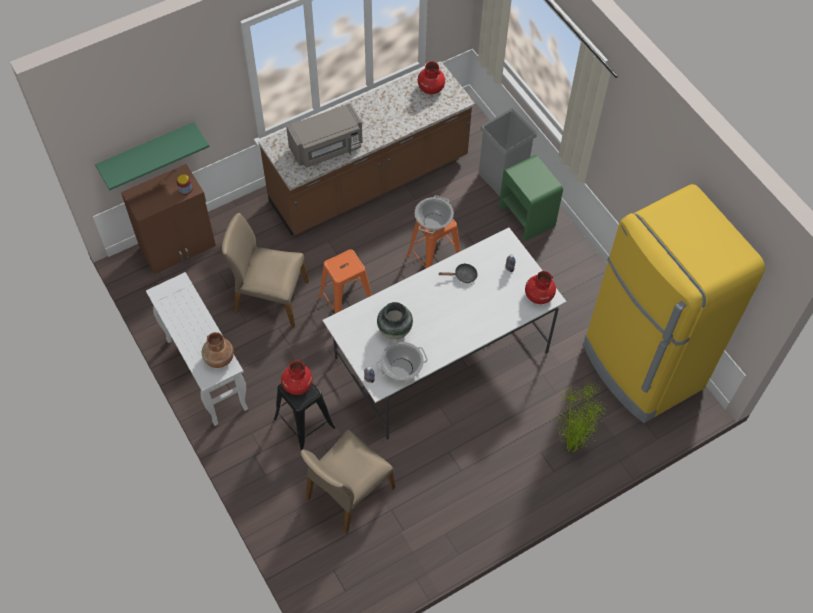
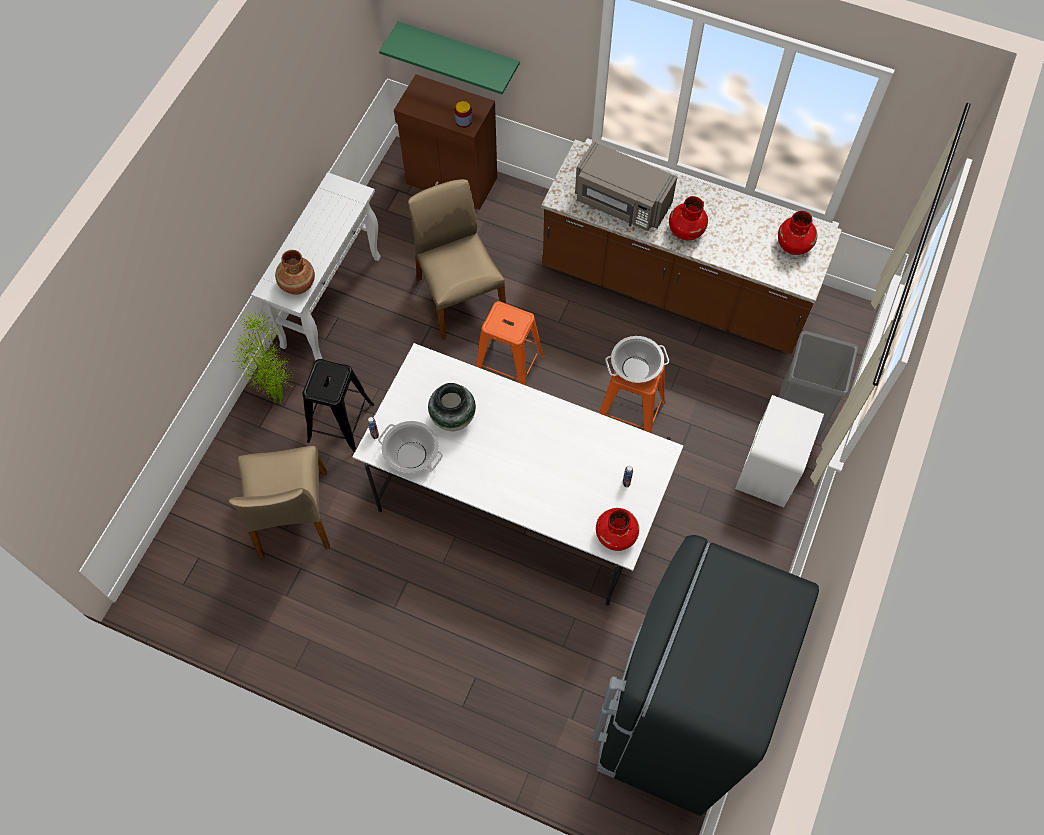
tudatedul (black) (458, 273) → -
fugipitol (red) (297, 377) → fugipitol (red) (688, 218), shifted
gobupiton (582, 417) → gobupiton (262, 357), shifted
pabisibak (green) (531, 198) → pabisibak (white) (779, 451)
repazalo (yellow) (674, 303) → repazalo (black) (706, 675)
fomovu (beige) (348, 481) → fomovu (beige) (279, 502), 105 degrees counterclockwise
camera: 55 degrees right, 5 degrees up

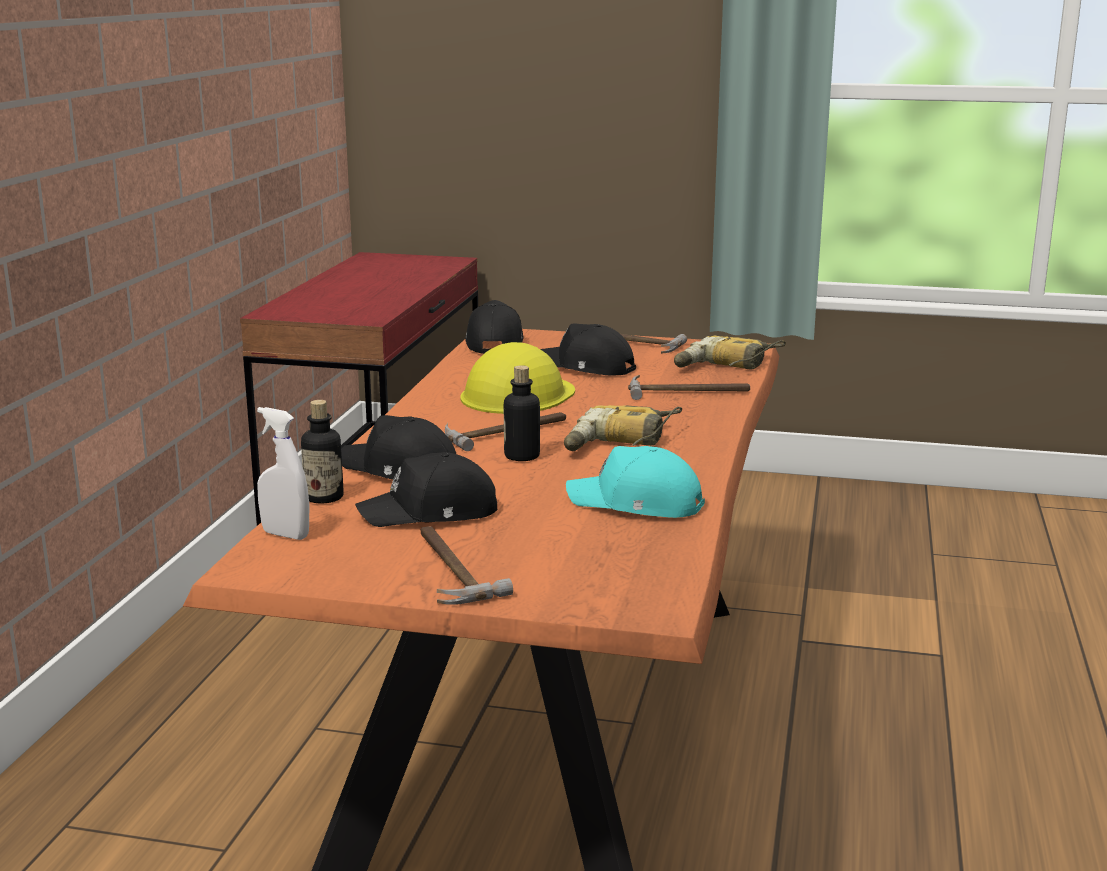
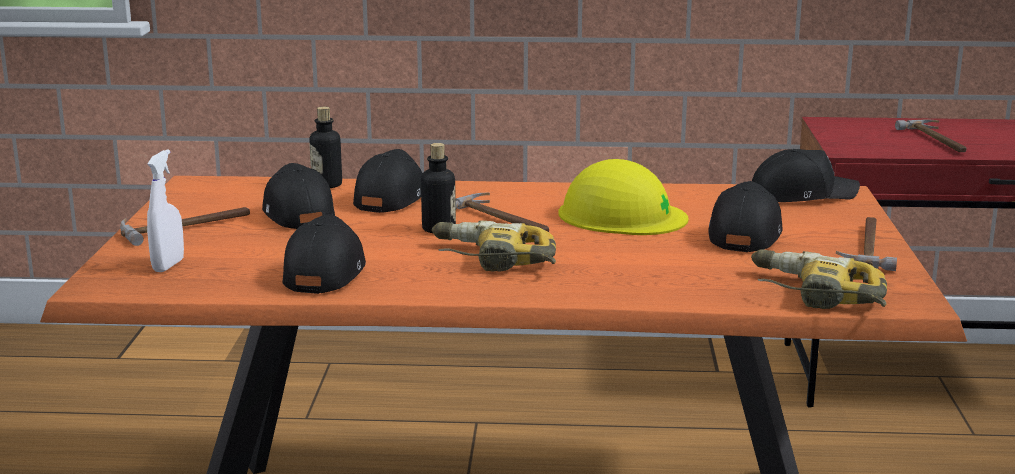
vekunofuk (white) (283, 473) → vekunofuk (white) (165, 210), shifted
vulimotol (689, 387) → vulimotol (931, 136), shifted
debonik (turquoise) (635, 482) → debonik (black) (324, 254)
camera: 80 degrees right, 0 degrees up

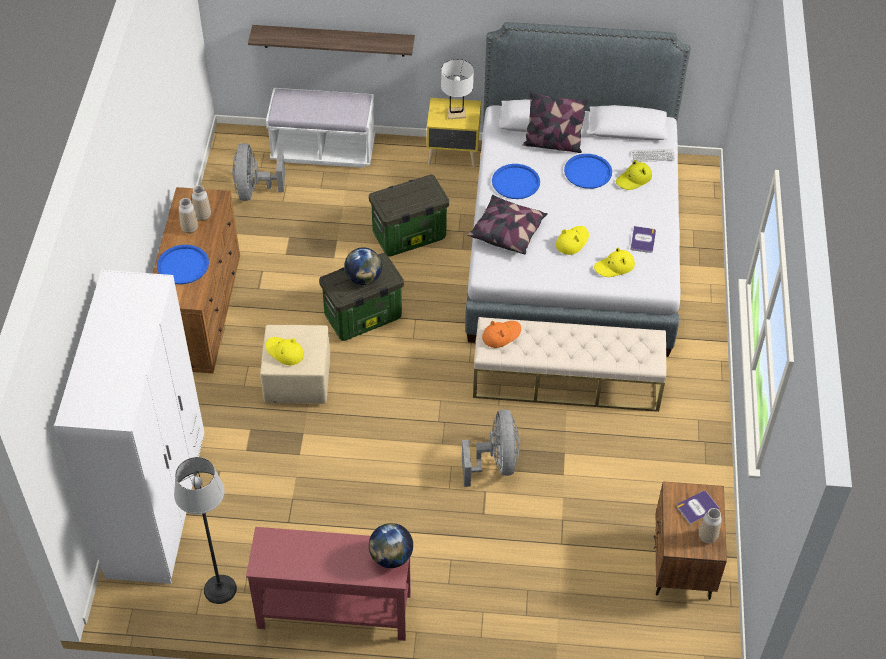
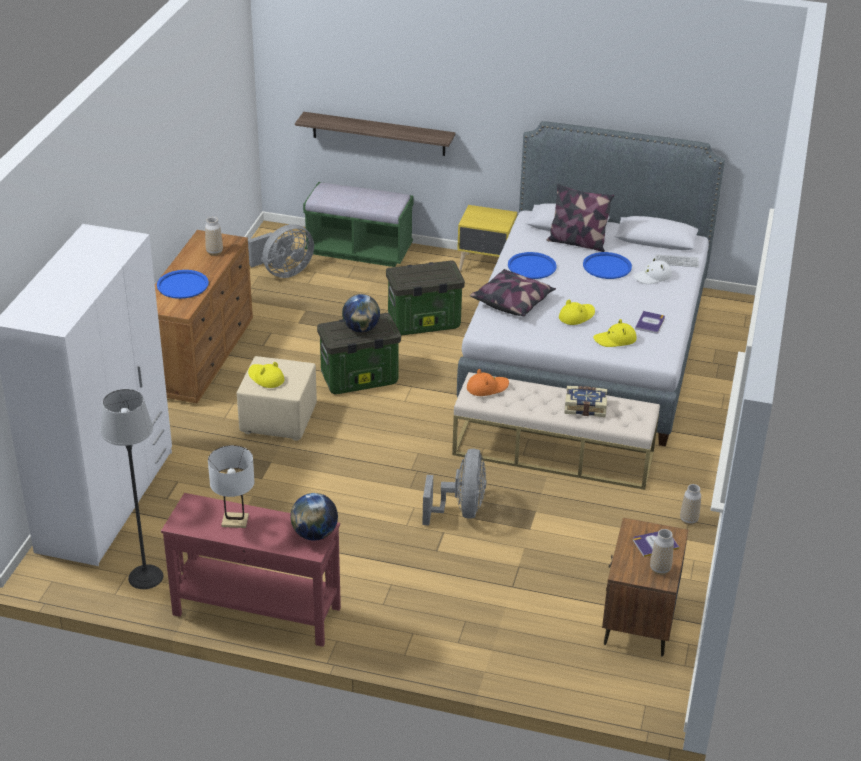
- → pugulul (585, 401)
fugipitol (188, 216) → fugipitol (690, 504), shifted
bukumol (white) (457, 89) → bukumol (white) (231, 486), shifted
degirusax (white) (321, 128) → degirusax (green) (358, 224)
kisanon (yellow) (634, 175) → kisanon (white) (652, 270)
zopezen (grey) (258, 172) → zopezen (grey) (281, 251), 135 degrees counterclockwise
camera: 10 degrees right, 15 degrees down

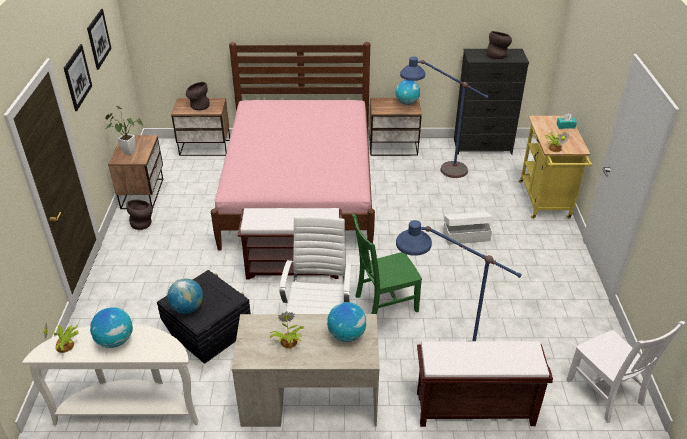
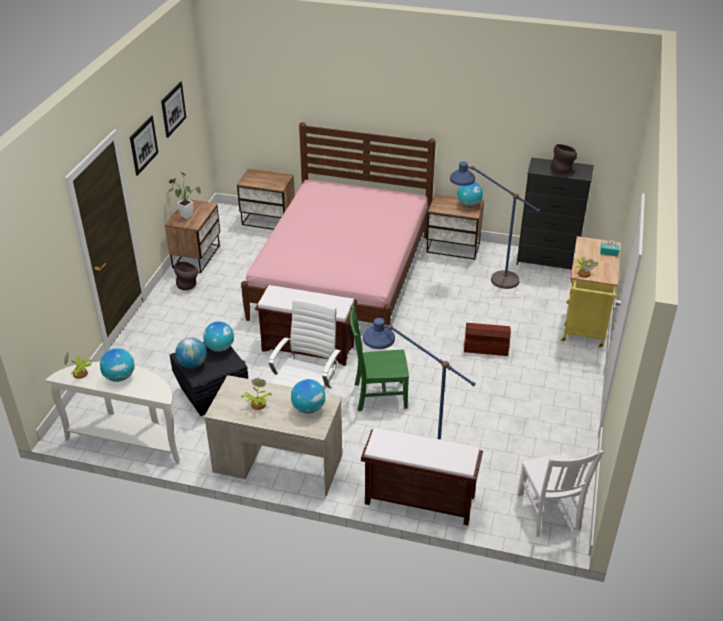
fugipitol (brown) (198, 96) → -
- → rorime (218, 336)
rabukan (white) (468, 228) → rabukan (brown) (487, 339)
camera: 15 degrees right, 0 degrees up

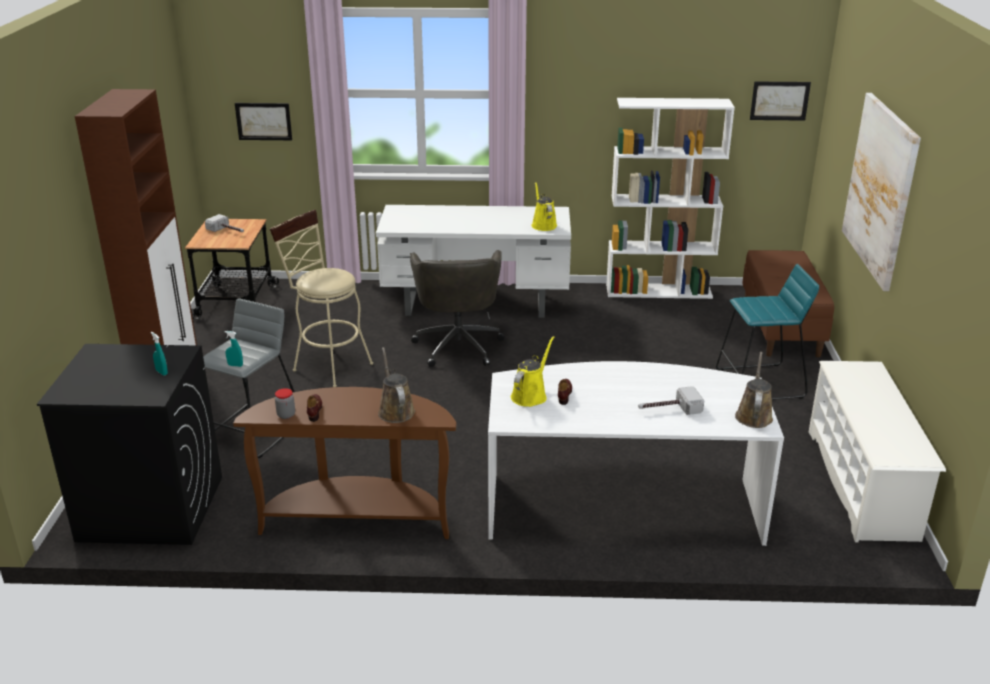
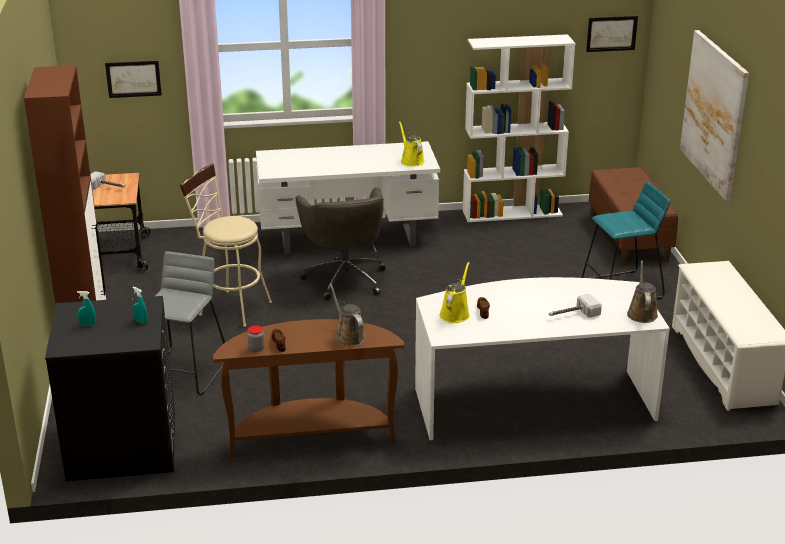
vekunofuk (turquoise) (233, 349) → vekunofuk (turquoise) (86, 308), shifted
camera: 10 degrees left, 0 degrees up

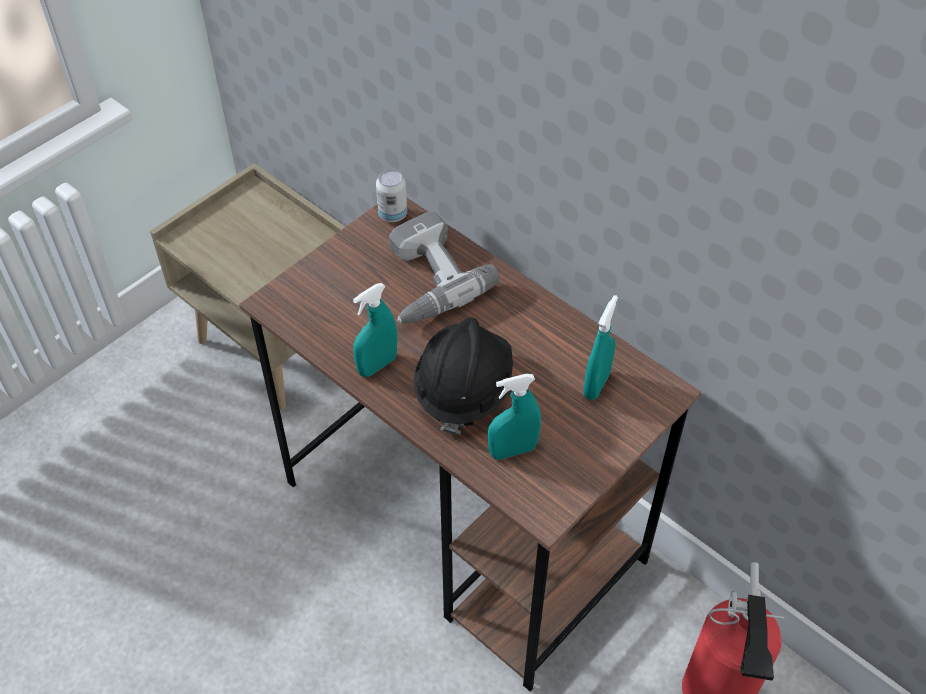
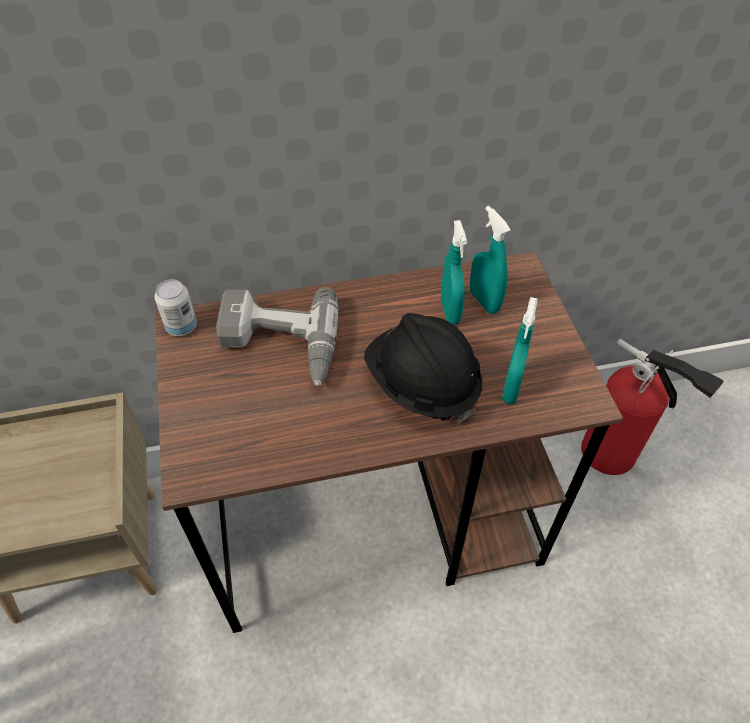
vekunofuk (turquoise) (375, 330) → vekunofuk (turquoise) (454, 272), shifted
camera: 55 degrees left, 0 degrees up

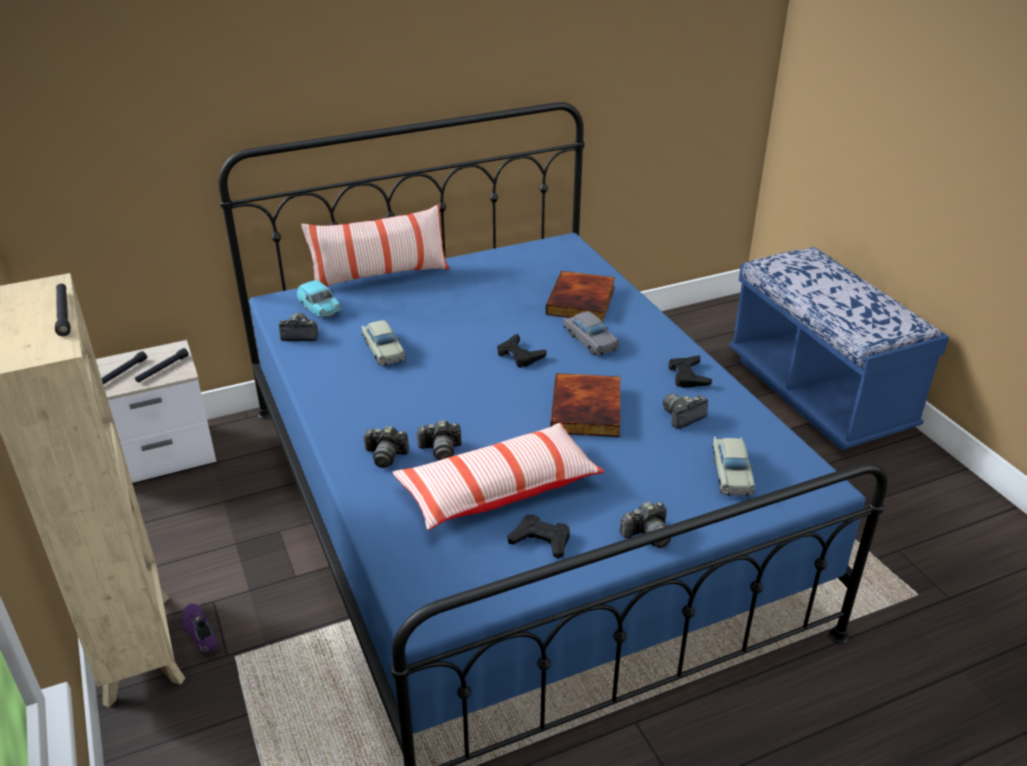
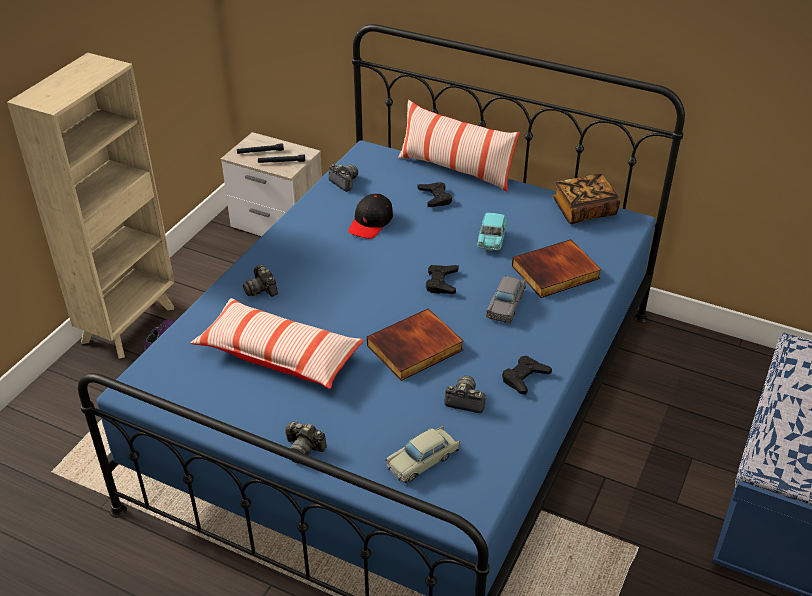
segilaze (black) (63, 310) → -
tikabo (439, 440) → -
- → pugulul (586, 199)
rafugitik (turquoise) (319, 298) → rafugitik (turquoise) (492, 232), shifted
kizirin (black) (539, 537) → kizirin (black) (435, 194), shifted
rafugitik (beige) (384, 342) → debonik (black) (370, 216)
camera: 50 degrees right, 5 degrees up

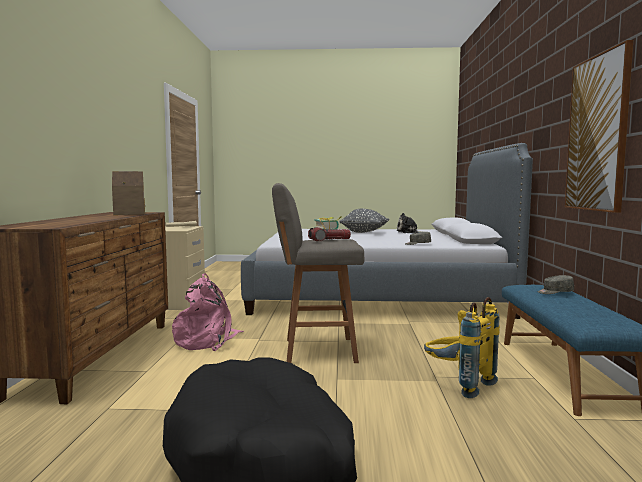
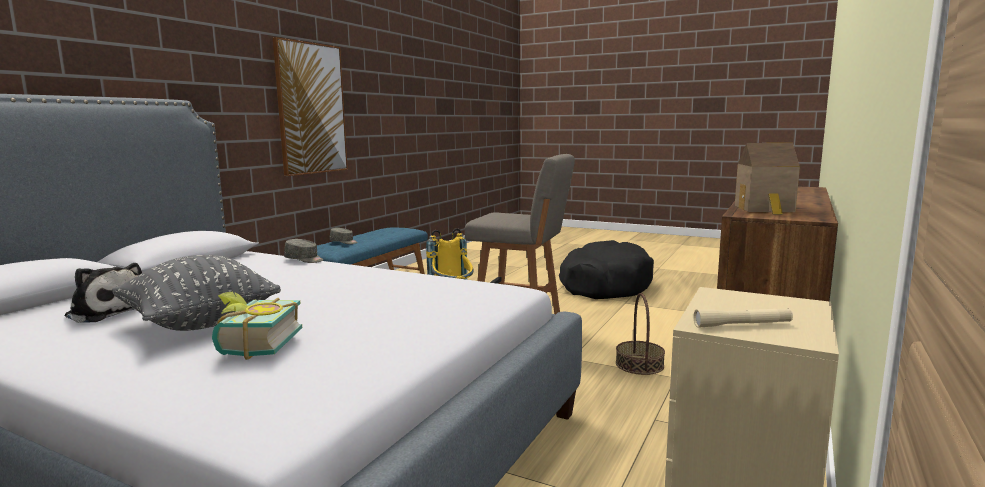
segilaze (329, 234) → -
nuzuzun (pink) (208, 312) → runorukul (640, 334)
camera: 155 degrees left, 5 degrees up

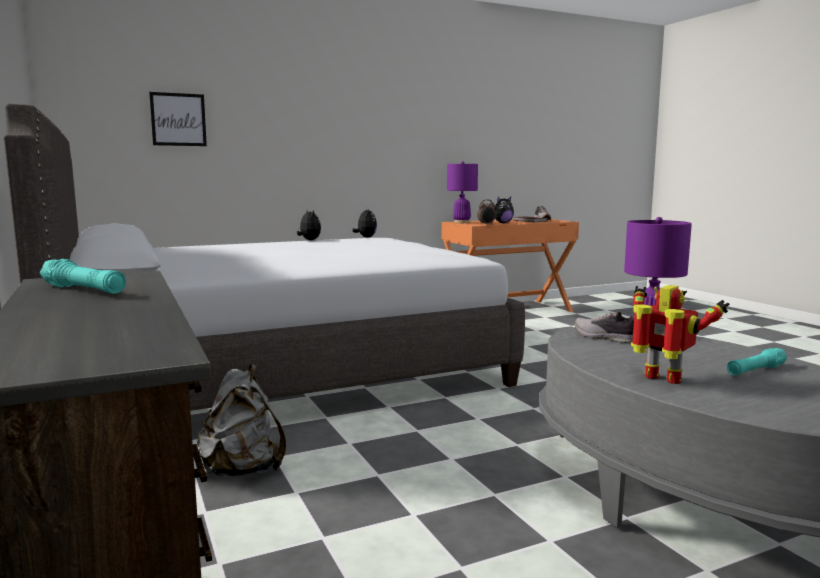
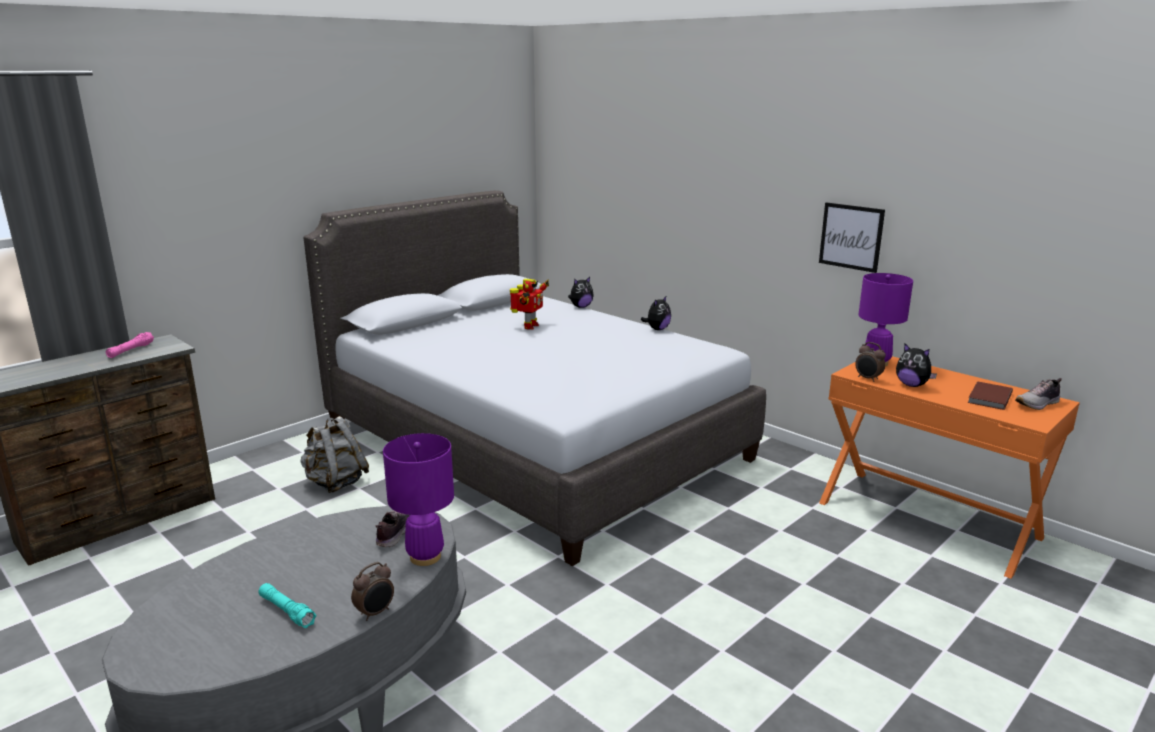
- → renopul (372, 591)
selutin (178, 119) → selutin (852, 237), shifted
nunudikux (364, 222) → nunudikux (581, 292), shifted
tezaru (680, 334) → tezaru (529, 304), shifted
segilaze (turquoise) (83, 276) → segilaze (pink) (130, 345)
camera: 70 degrees right, 10 degrees up

